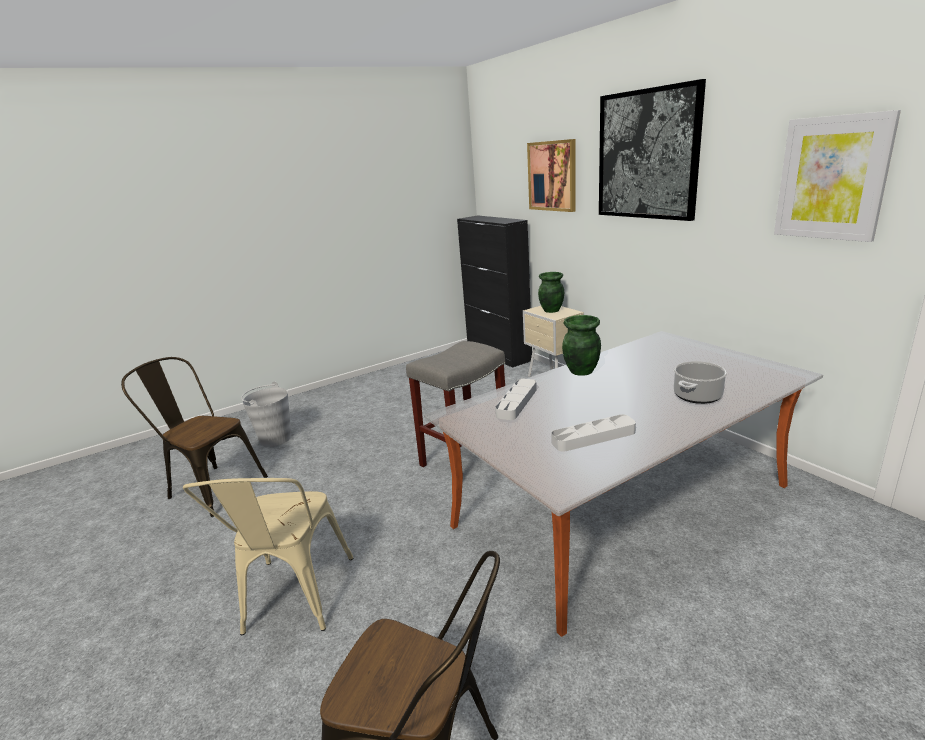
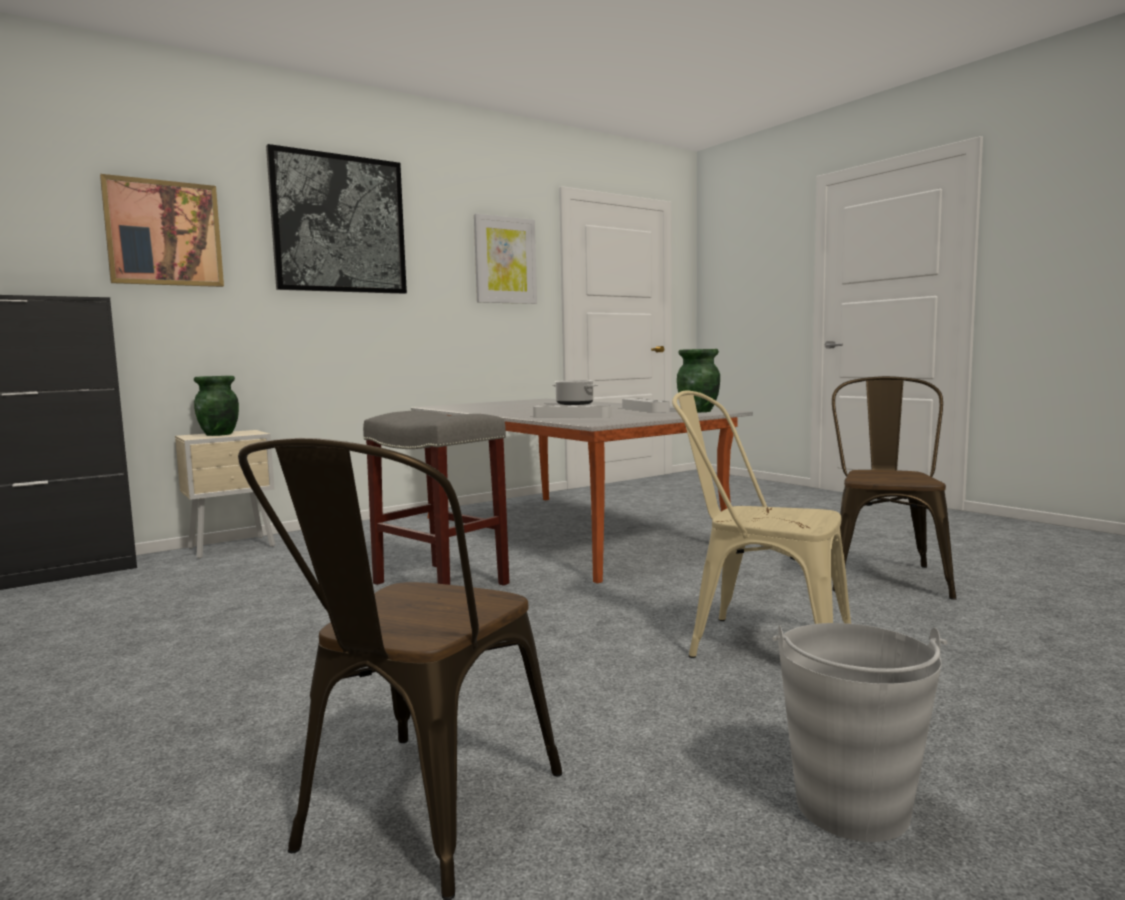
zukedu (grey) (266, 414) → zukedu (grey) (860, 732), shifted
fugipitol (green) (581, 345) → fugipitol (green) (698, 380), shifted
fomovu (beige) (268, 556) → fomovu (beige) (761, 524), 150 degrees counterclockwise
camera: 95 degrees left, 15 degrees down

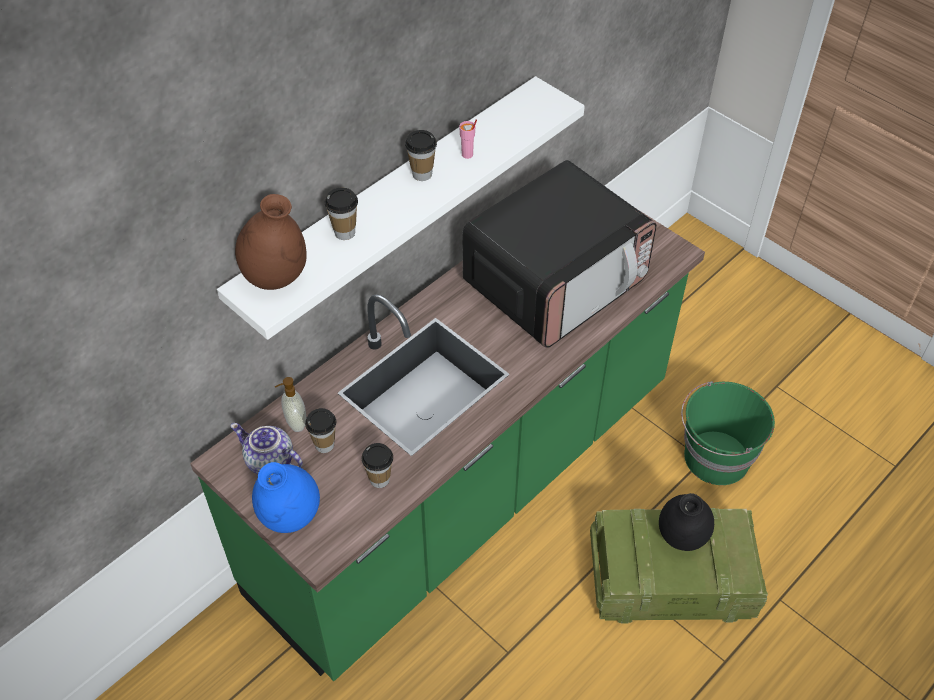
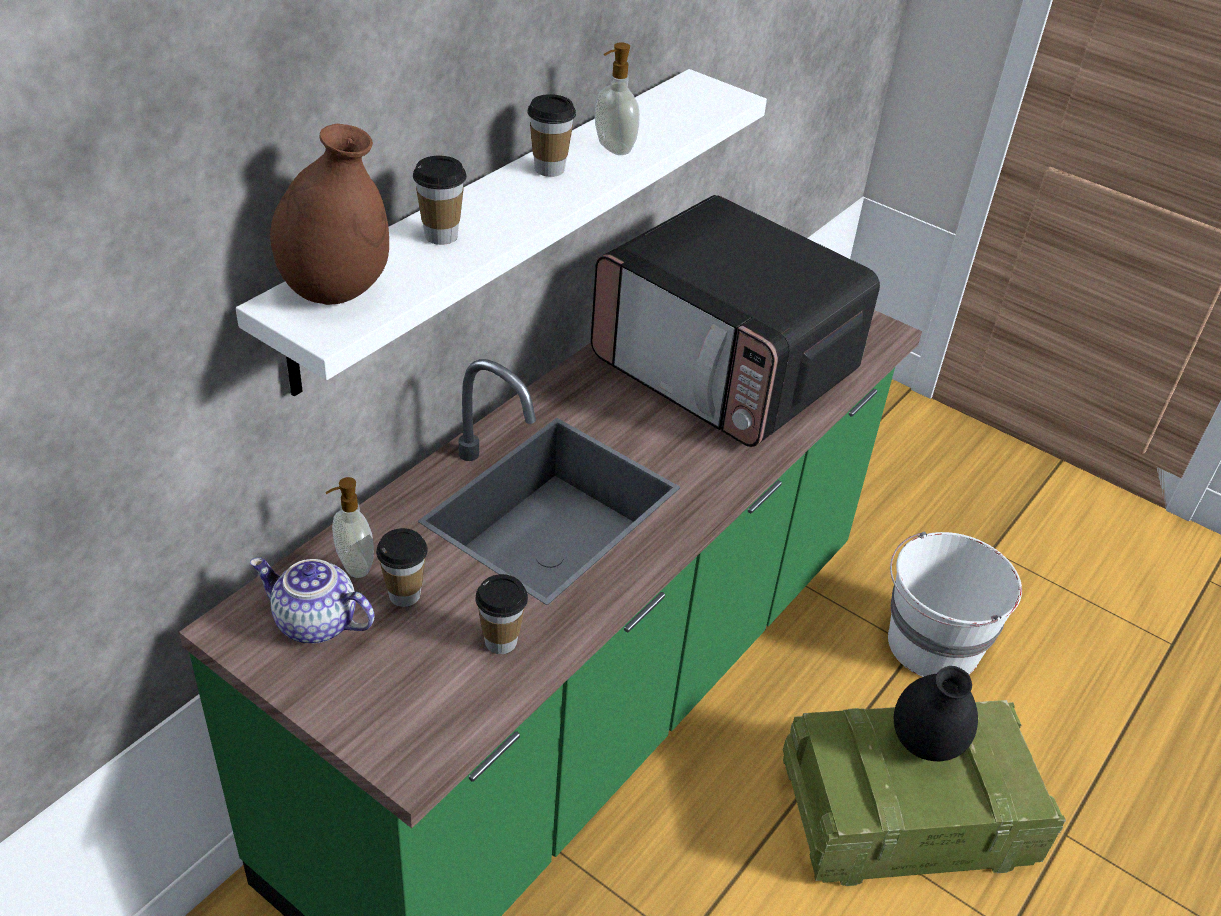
fugipitol (blue) (286, 497) → -
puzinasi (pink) (468, 139) → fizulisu (617, 98)
zukedu (green) (728, 433) → zukedu (white) (955, 604)
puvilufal (560, 254) → puvilufal (735, 321), 90 degrees clockwise
camera: 10 degrees left, 10 degrees down

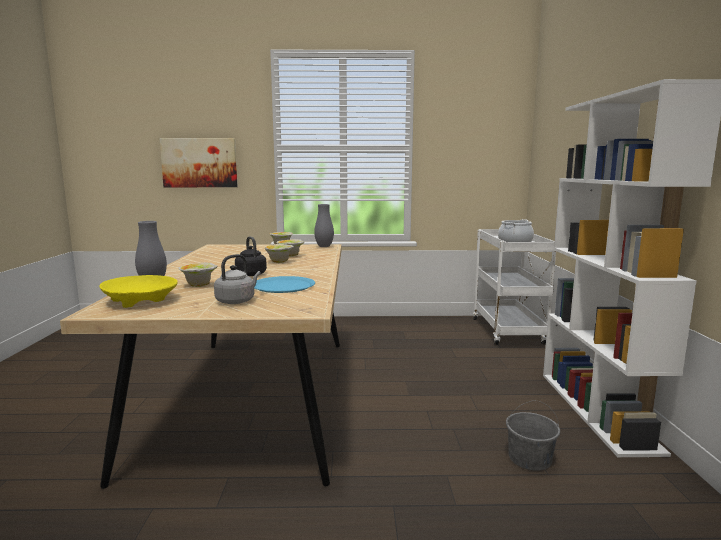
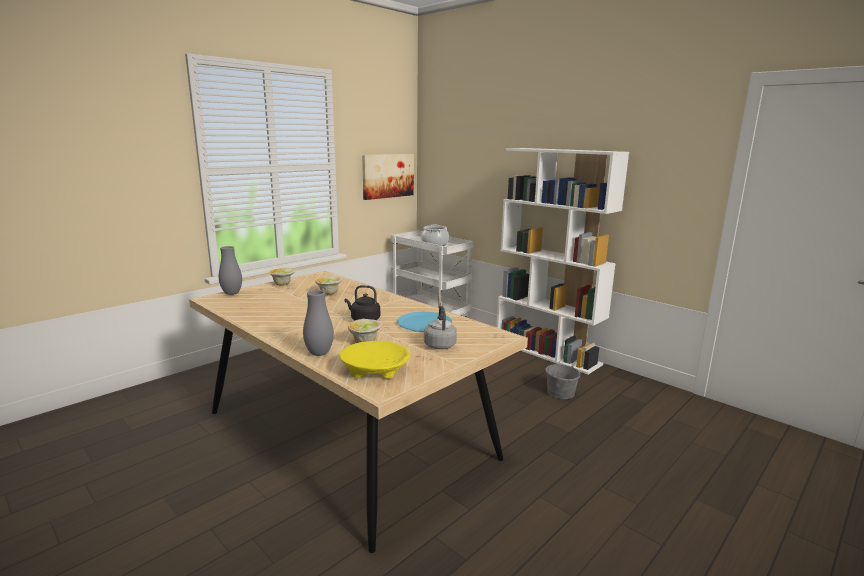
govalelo (279, 253) → -
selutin (198, 162) → selutin (388, 177), shifted
fugipitol (grey) (324, 225) → fugipitol (grey) (230, 270), shifted
camera: 45 degrees left, 5 degrees up

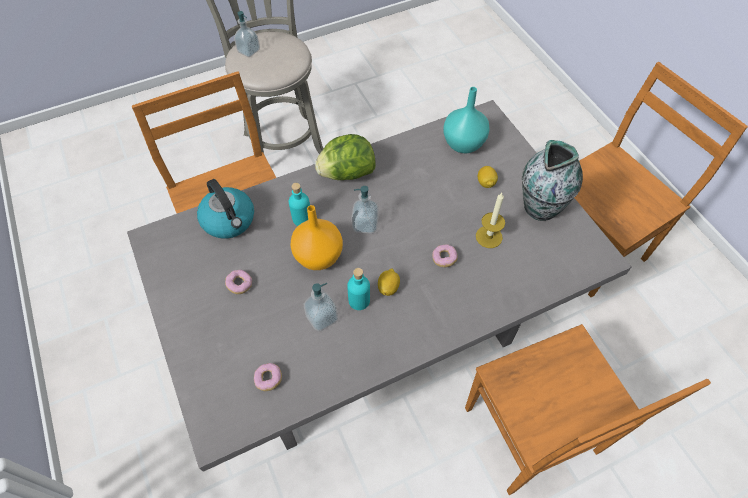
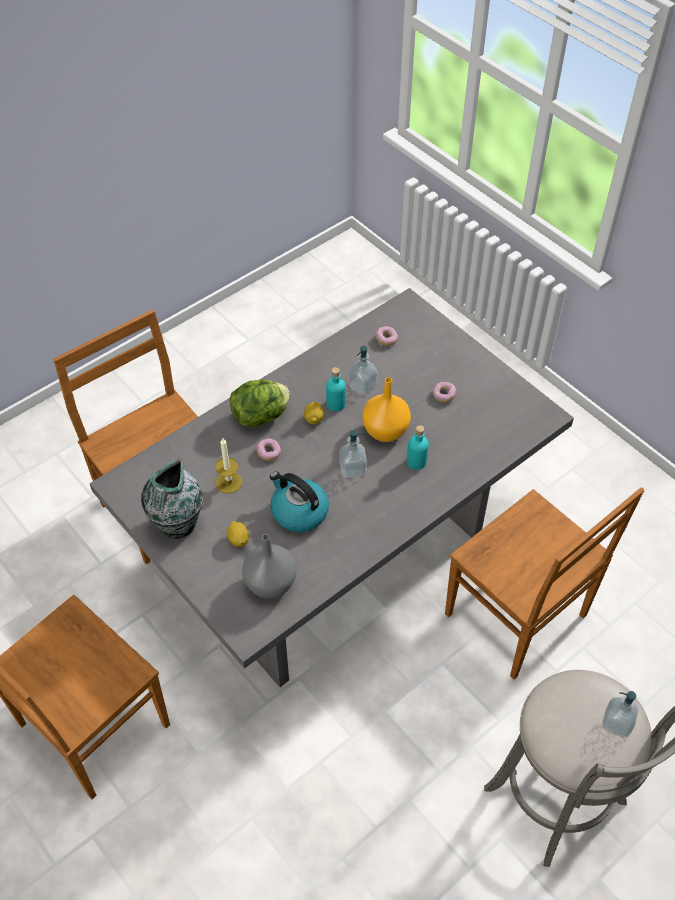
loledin (225, 209) → loledin (299, 501), shifted
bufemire (345, 157) → bufemire (259, 403), shifted
fugipitol (turquoise) (466, 120) → fugipitol (grey) (269, 566)
camera: 165 degrees right, 5 degrees down

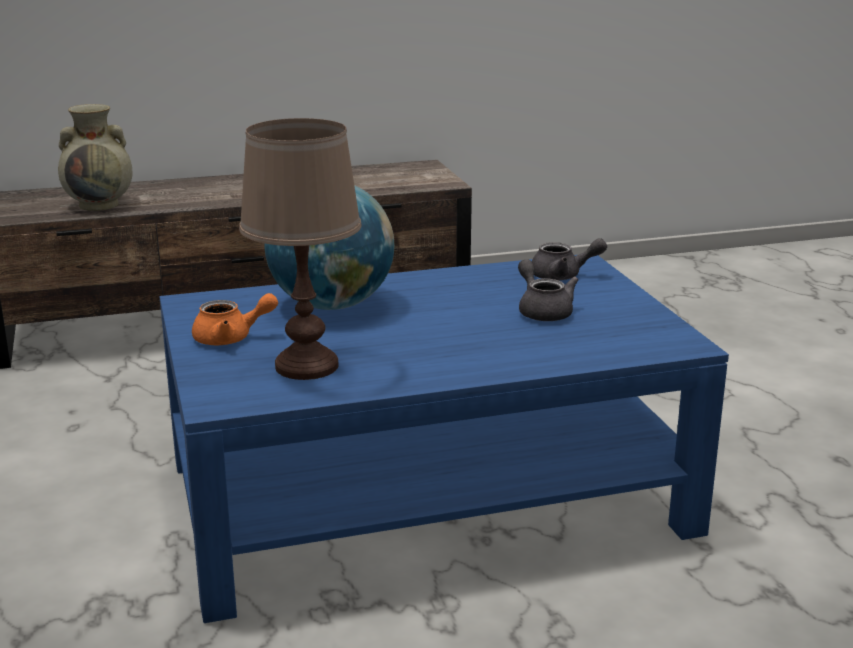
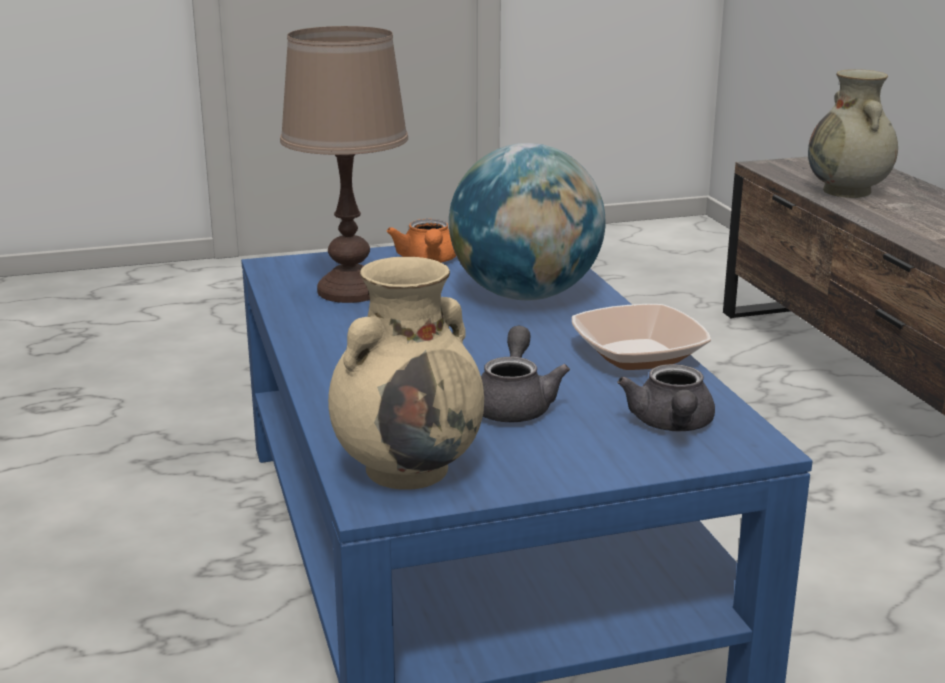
- → fugipitol (beige) (406, 373)
- → govalelo (641, 337)
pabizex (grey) (548, 290) → pabizex (grey) (525, 374), 60 degrees counterclockwise
camera: 90 degrees right, 0 degrees up

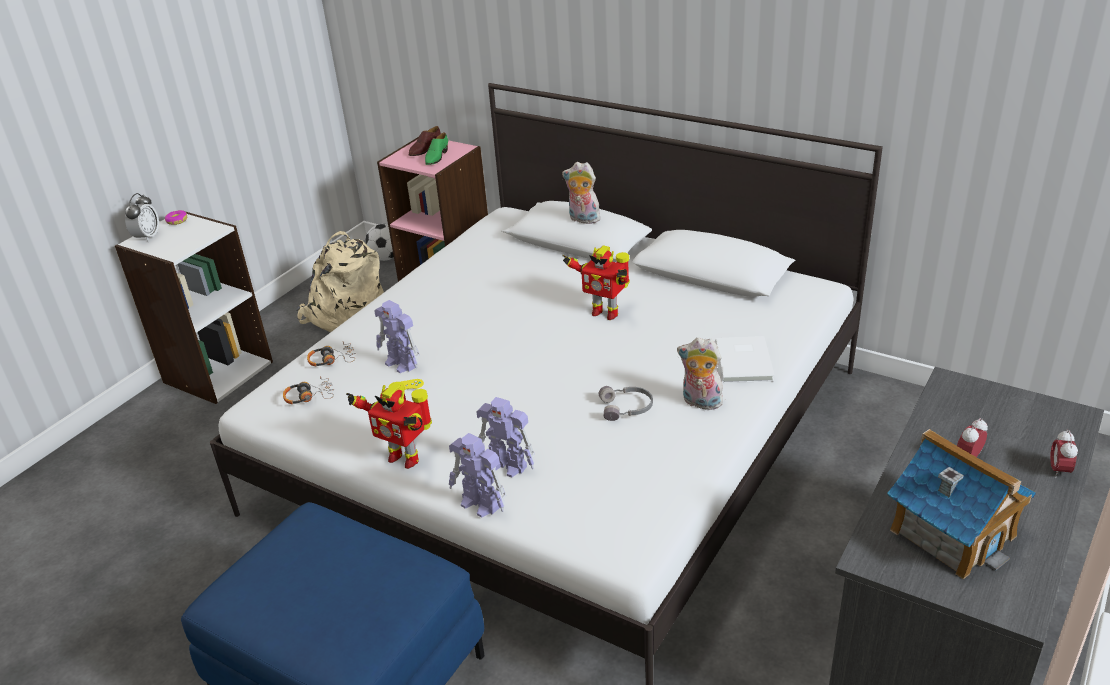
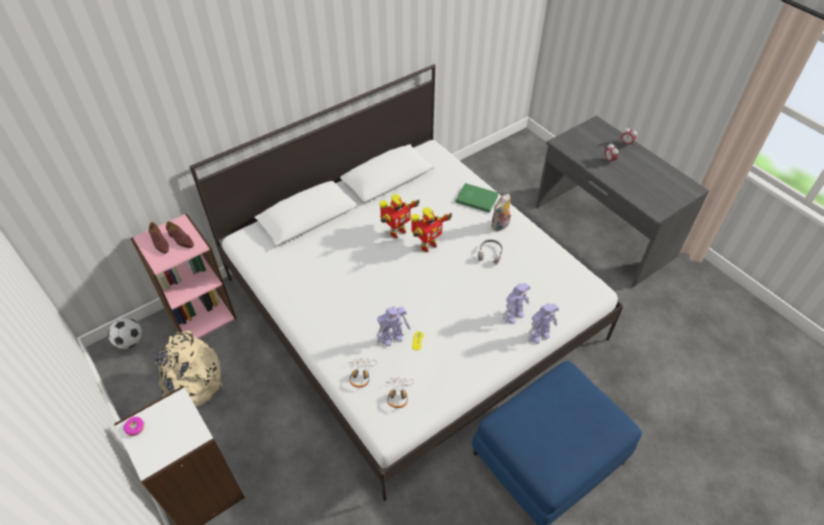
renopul (142, 217) → -
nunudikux (582, 193) → -
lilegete (961, 504) → -
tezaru (389, 425) → tezaru (431, 229), shifted
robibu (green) (436, 149) → robibu (brown) (180, 234)
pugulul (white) (745, 359) → pugulul (green) (476, 198)
camera: 70 degrees left, 15 degrees up

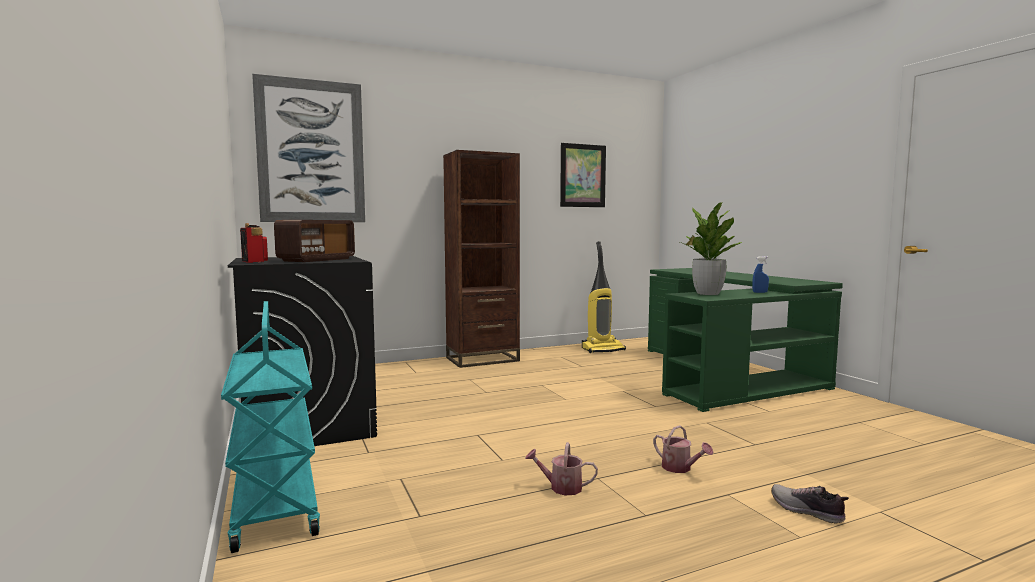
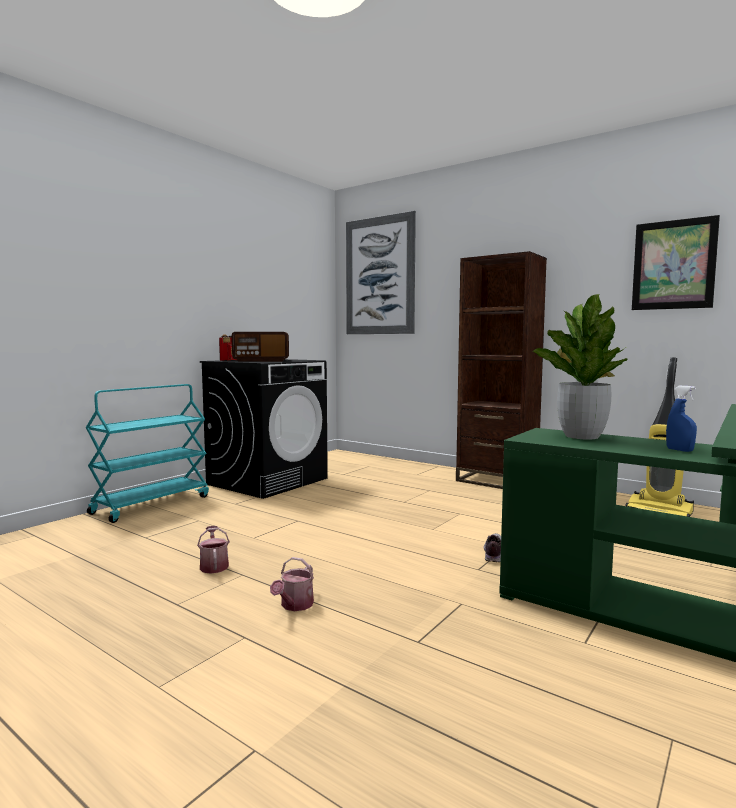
robibu (810, 504) → robibu (492, 547), shifted
camera: 60 degrees right, 0 degrees up

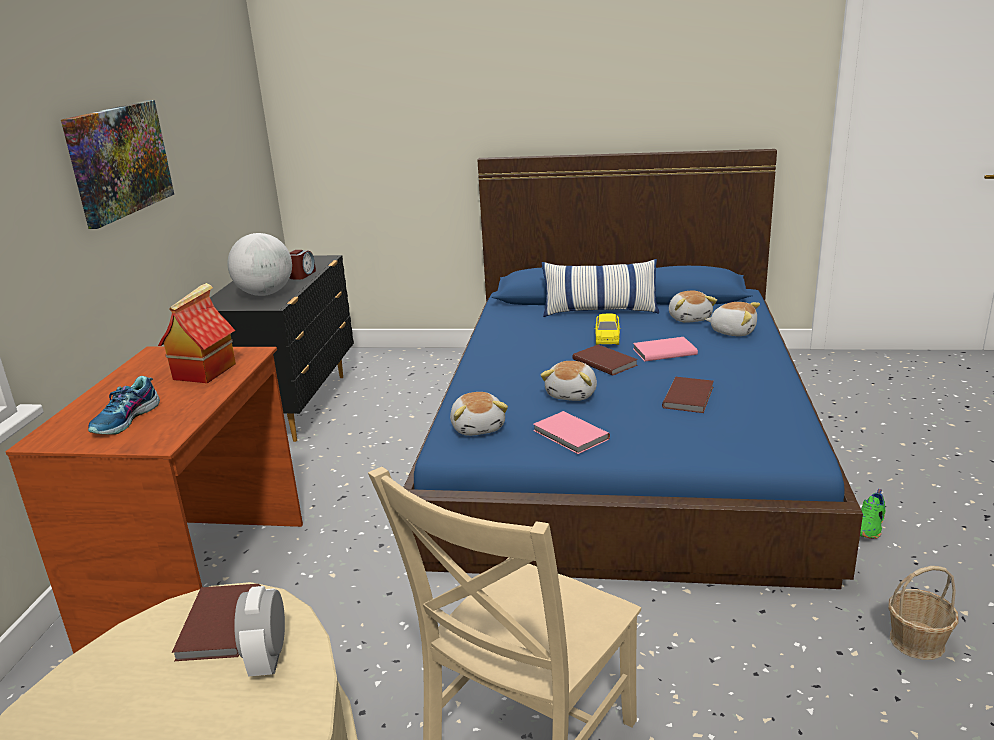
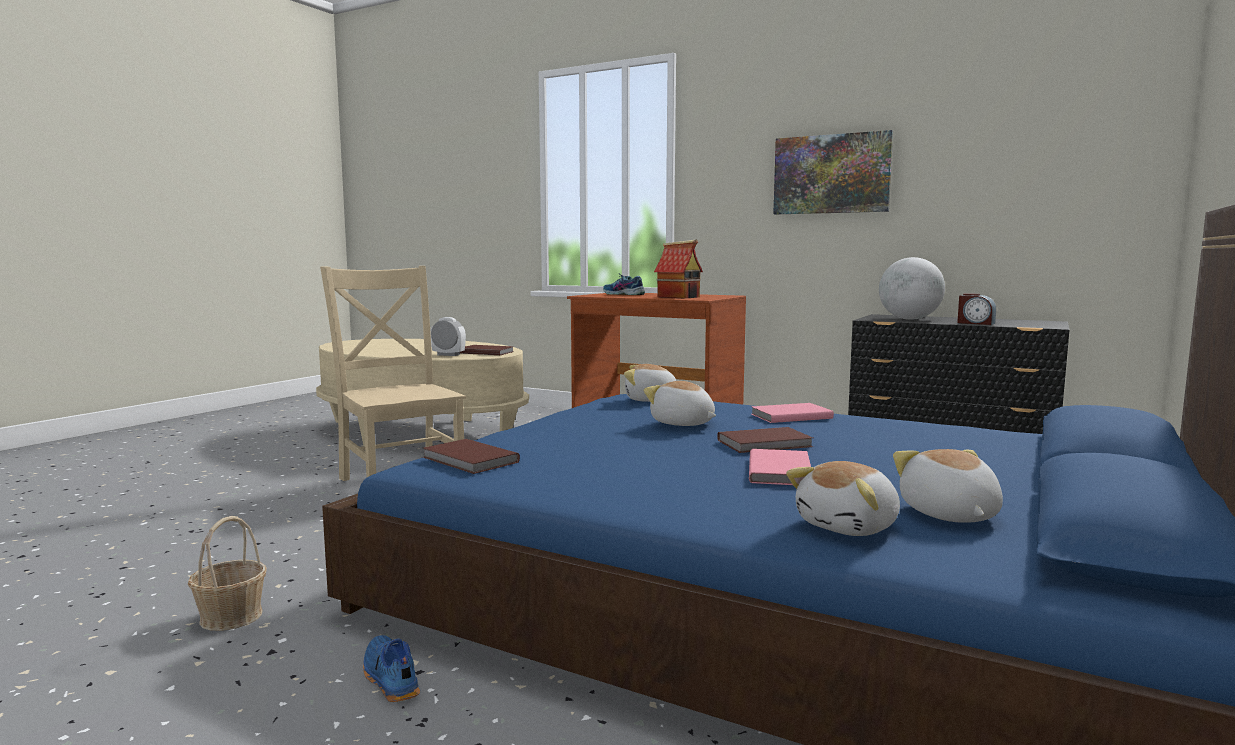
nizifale (600, 288) → -
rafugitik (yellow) (607, 329) → -
pugulul (pink) (571, 432) → pugulul (pink) (792, 413), shifted
pugulul (brown) (688, 395) → pugulul (brown) (471, 456), shifted
robibu (green) (872, 514) → robibu (blue) (391, 668)
nunudikux (693, 307) → nunudikux (948, 486), 75 degrees clockwise
camera: 110 degrees right, 15 degrees down

